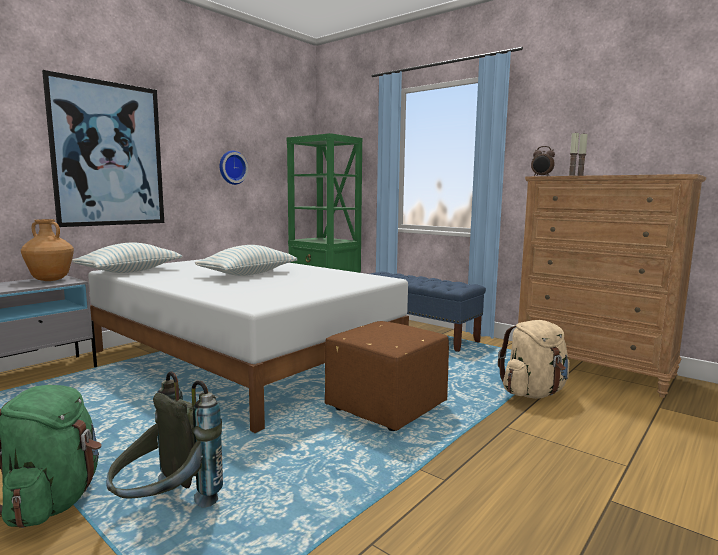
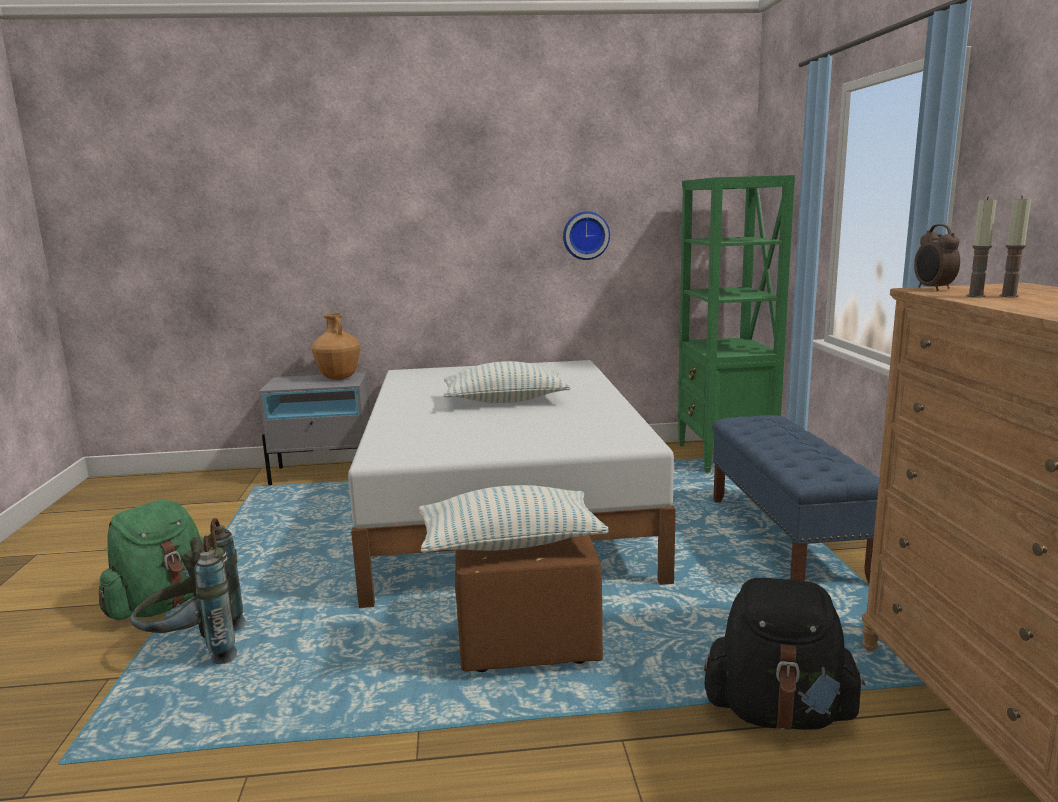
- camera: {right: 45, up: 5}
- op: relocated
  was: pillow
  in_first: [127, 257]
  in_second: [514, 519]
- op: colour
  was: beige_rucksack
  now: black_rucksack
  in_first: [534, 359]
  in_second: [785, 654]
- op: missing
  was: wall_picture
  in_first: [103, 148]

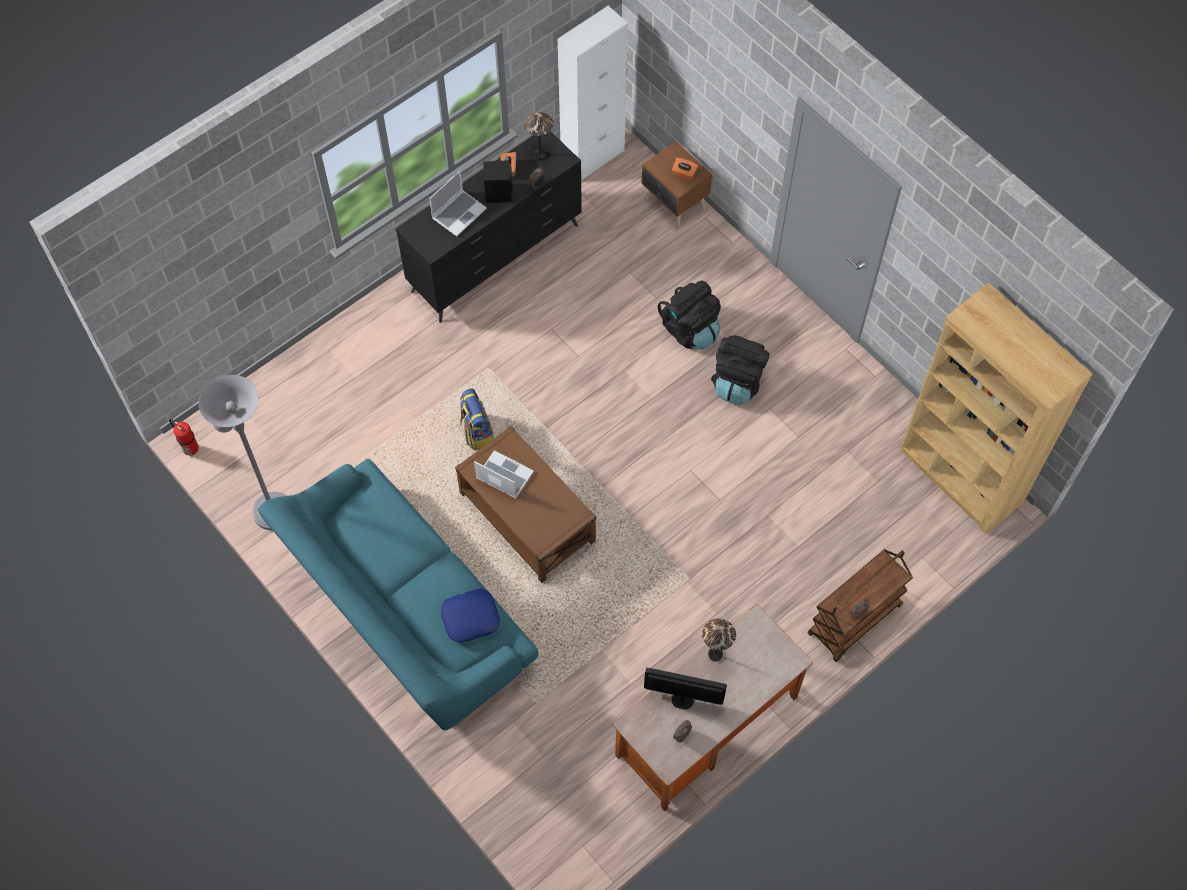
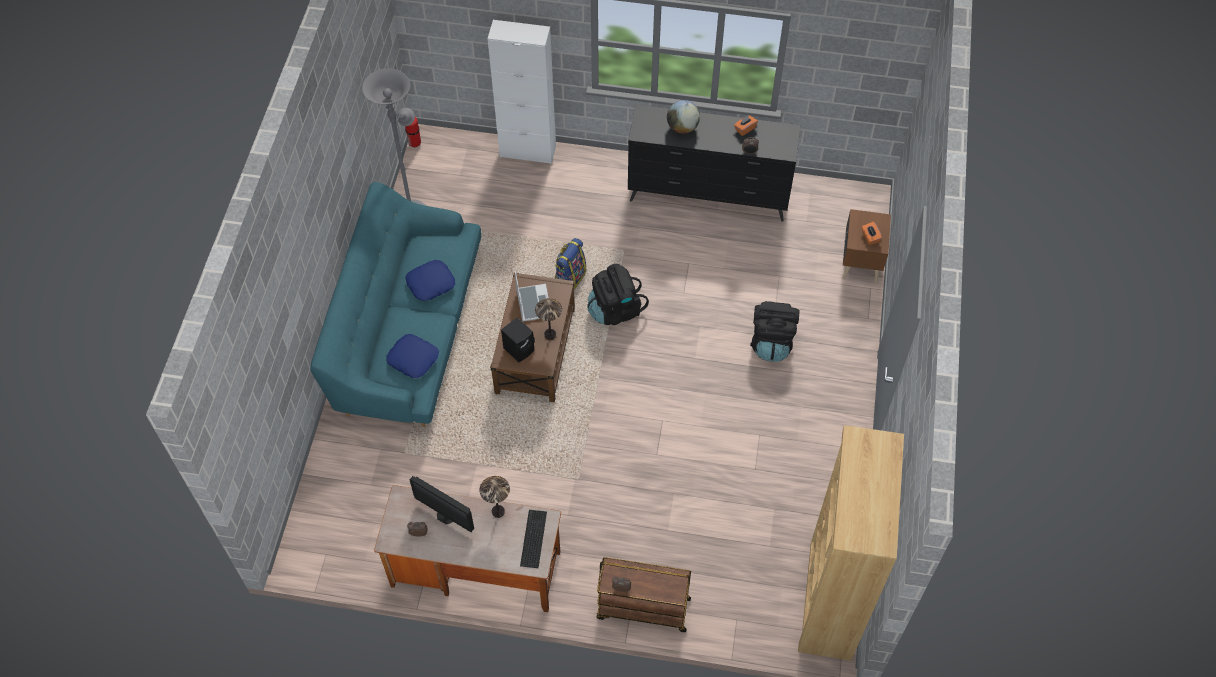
- camera: {right: 50, up: -5}
- op: appeared
  now: blue-coloured_pillow
  in_second: [430, 280]
- op: spun
  was: computer_display
  in_first: [685, 689]
  in_second: [442, 504]
  clockwise: 150
- op: relocated
  was: whitish_cabinet
  in_first: [593, 93]
  in_second: [521, 92]
- op: relocated
  was: black_loudspeaker
  in_first: [498, 181]
  in_second: [518, 340]
- op: appeared
  now: PC_keyboard
  in_second: [533, 539]
- op: relocated
  was: table_lamp
  in_first: [538, 136]
  in_second: [548, 319]
- op: relocated
  was: black_rucksack
  in_first: [740, 369]
  in_second: [618, 294]
- op: exchanged
  was: portable_computer
  now: world_globe
  in_first: [458, 203]
  in_second: [683, 117]

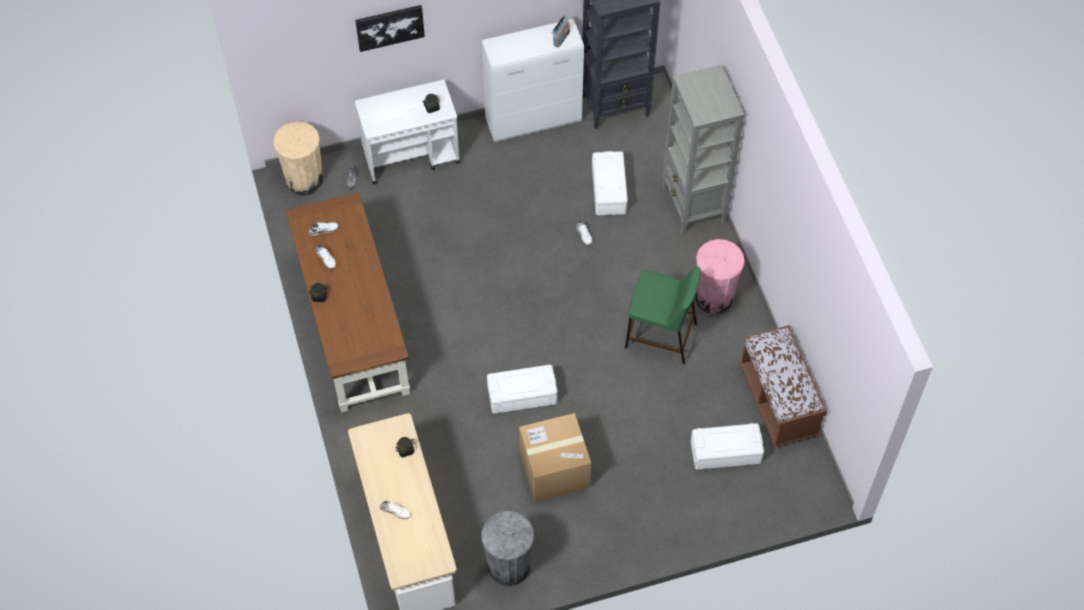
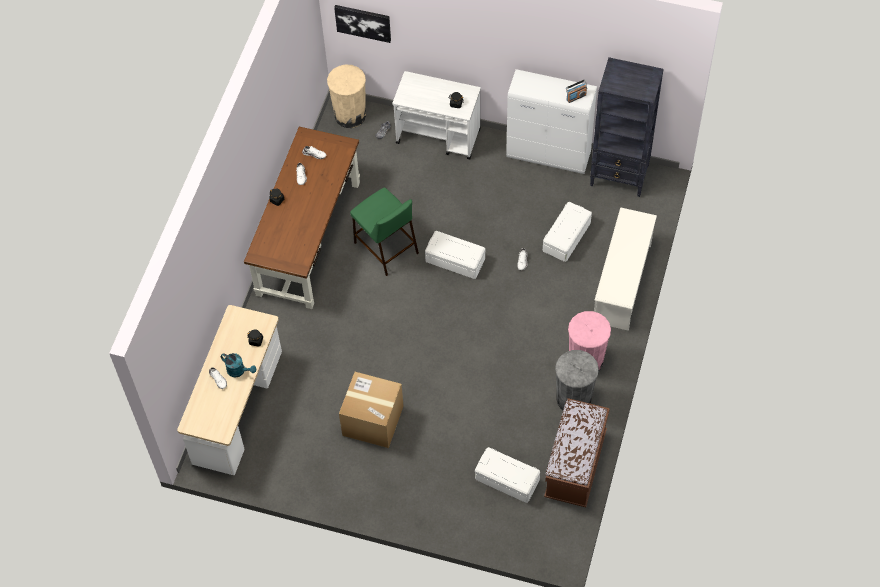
- camera: {right: 35, up: 0}
- op: appeared
  now: turquoise_watering_can
  in_second: [238, 365]
- op: relocated
  was: wall_picture
  in_first: [390, 28]
  in_second: [362, 24]
- op: relocated
  was: greenish_stool
  in_first: [663, 315]
  in_second: [384, 231]
- op: relocated
  was: whitish_storage_container
  in_first: [522, 389]
  in_second: [455, 255]
- op: relocated
  was: greyish_waste_bin
  in_first: [508, 548]
  in_second: [577, 380]
- op: exchanged
  was: greyish_bookcase
  now: whitish_shoe_rack
  in_first: [703, 149]
  in_second: [625, 269]

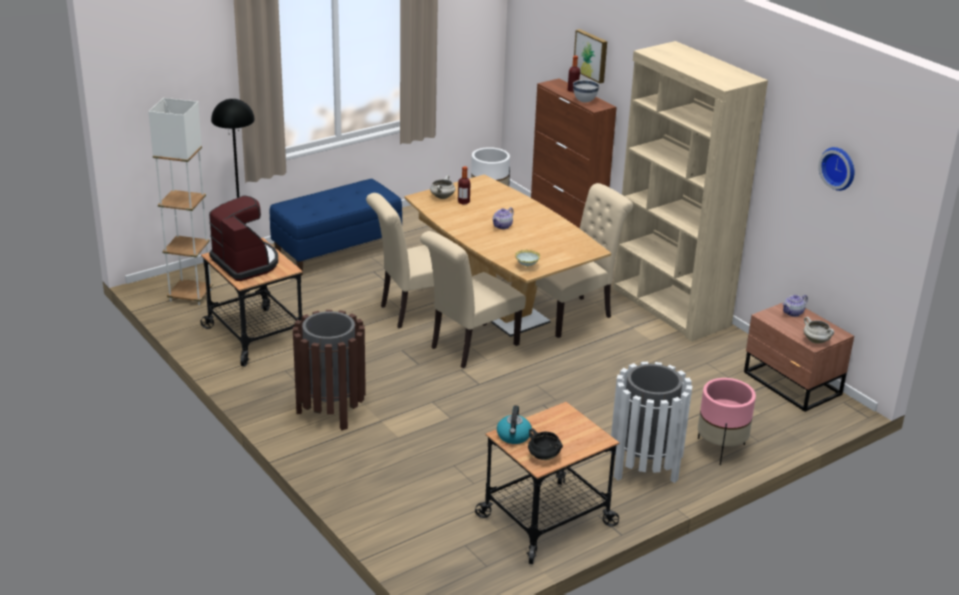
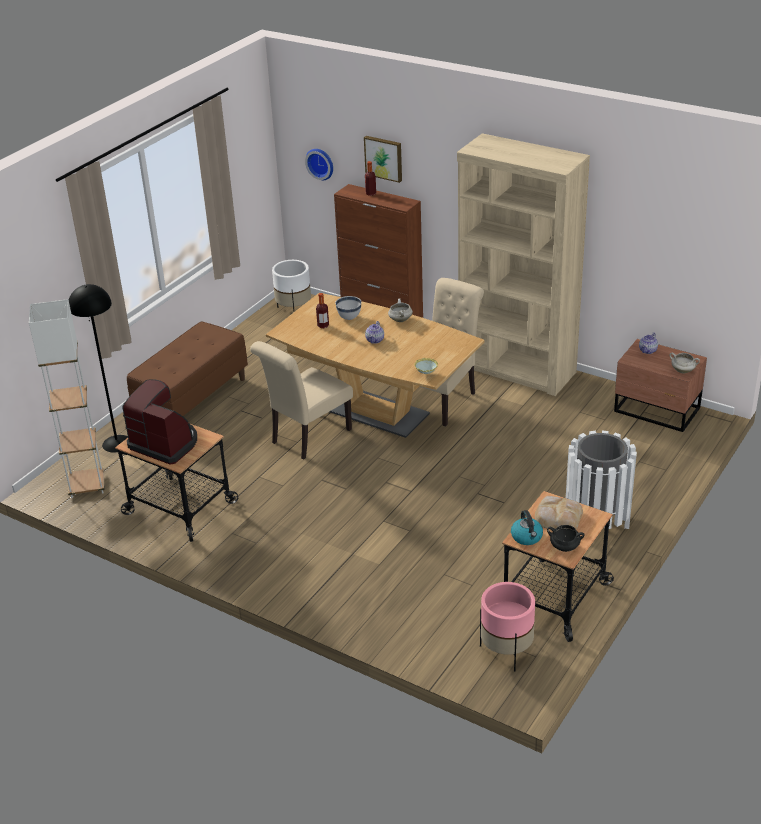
- camera: {right: -20, up: 5}
- op: colour
  was: blue-coloured_bench
  now: brown_bench
  in_first: [335, 227]
  in_second: [187, 368]
- op: relocated
  was: wall_clock
  in_first: [836, 169]
  in_second: [319, 164]
- op: relocated
  was: whitish_serving_bowl
  in_first: [586, 91]
  in_second: [348, 308]
- op: relocated
  was: whitish_saucepot
  in_first: [443, 187]
  in_second: [400, 310]
- op: relocated
  was: pink_plant_pot
  in_first: [727, 421]
  in_second: [507, 627]
- op: appeared
  now: bakery_bread
  in_second: [559, 513]
- op: missing
  was: brown_waste_bin
  in_first: [329, 370]
- op: missing
  was: beige_upright_chair
  in_first: [473, 299]

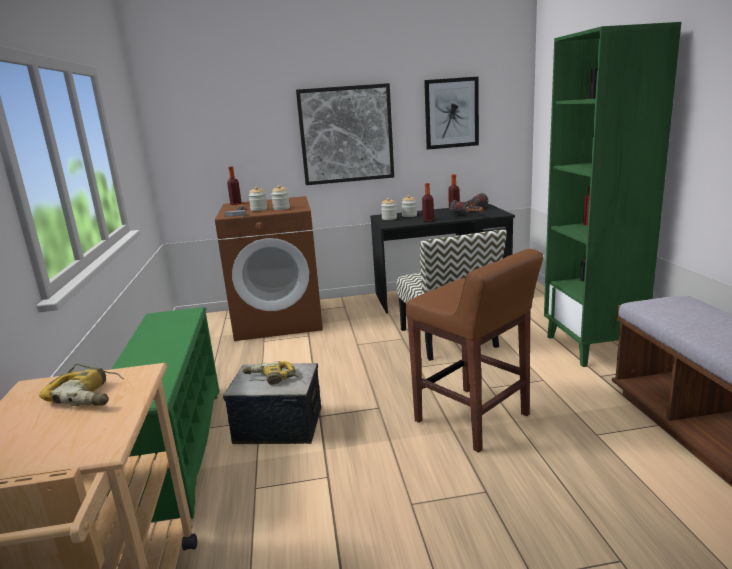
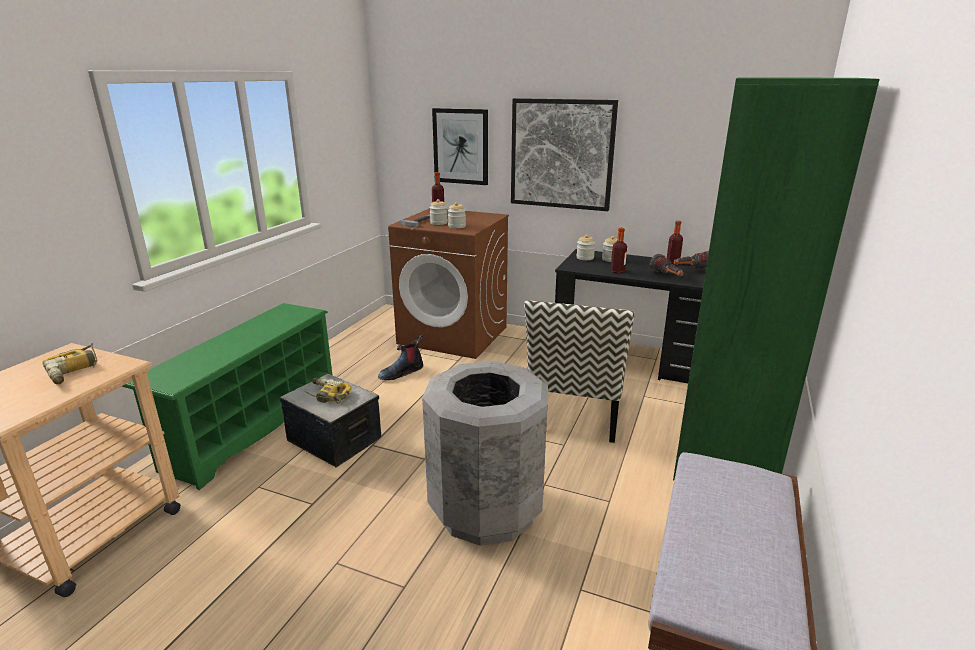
- camera: {right: 30, up: 5}
- op: appeared
  now: boot
  in_second: [400, 357]
- op: exchanged
  was: brown_stool
  now: greyish_waste_bin
  in_first: [474, 350]
  in_second: [485, 453]
- op: relocated
  was: wall_picture
  in_first: [451, 113]
  in_second: [460, 146]

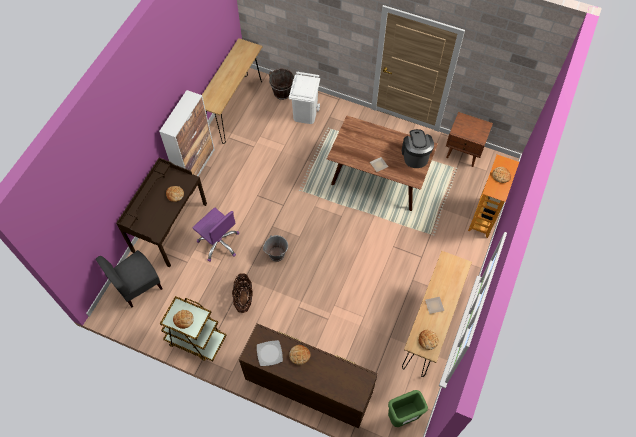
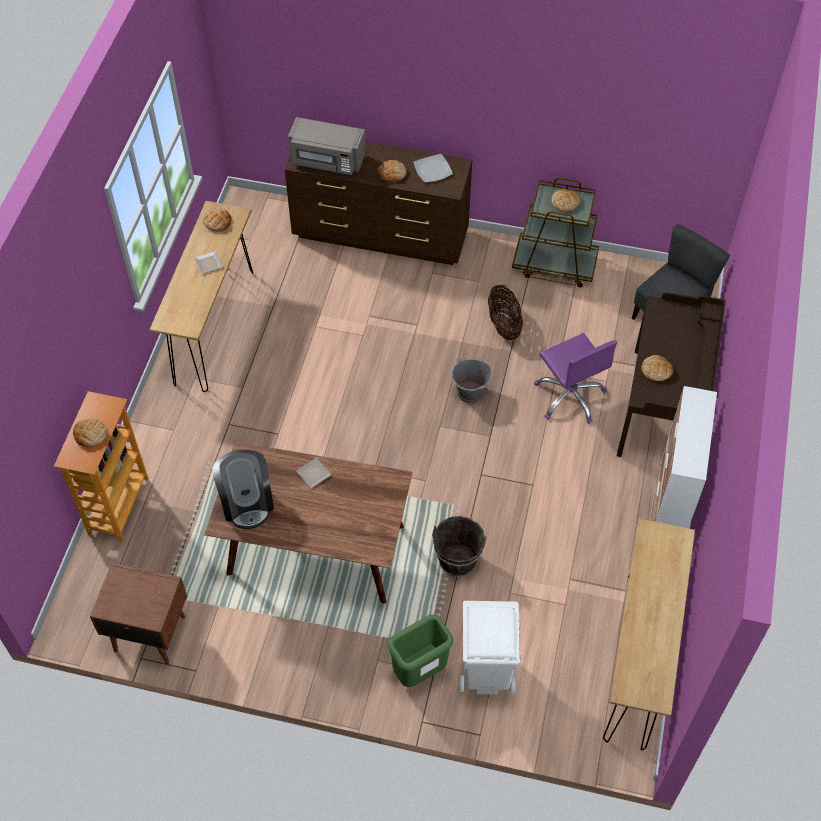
- camera: {right: 170, up: -5}
- op: appeared
  now: greyish_microwave_oven
  in_second: [327, 146]
- op: relocated
  was: greenish_waste_bin
  in_first: [408, 408]
  in_second: [420, 651]
- op: relocated
  was: brown_water_bucket
  in_first: [281, 84]
  in_second: [459, 546]
- op: spun
  was: purple-coloured_computer_chair
  in_first: [216, 234]
  in_second: [575, 378]
  clockwise: -150

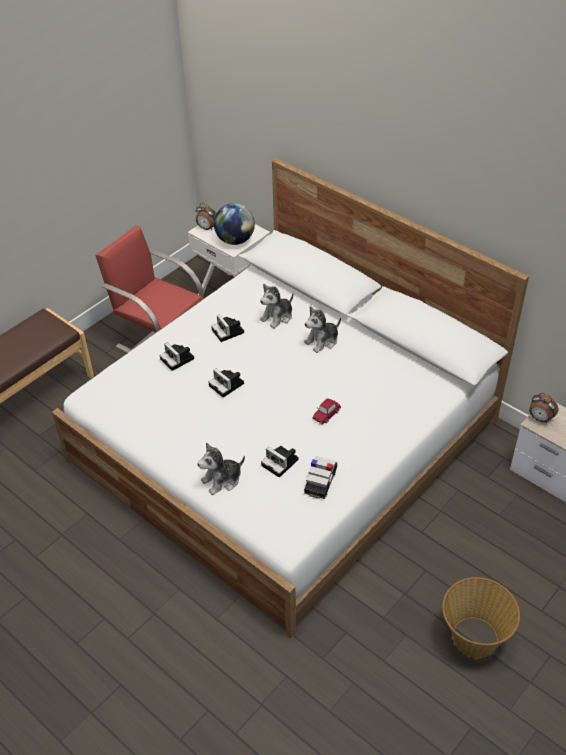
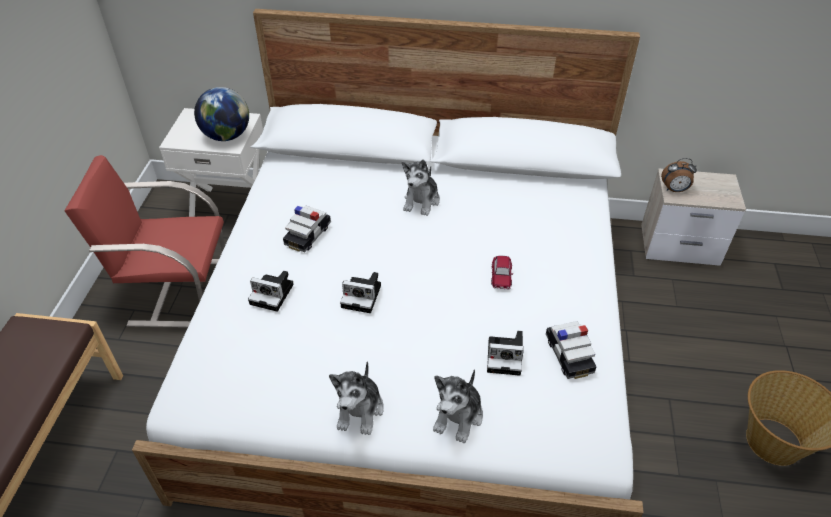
- camera: {right: -35, up: 0}
- op: exchanged
  was: still_camera
  now: miniature_car
  in_first: [227, 328]
  in_second: [307, 228]
- op: relocated
  was: cuddly_toy
  in_first: [276, 306]
  in_second: [356, 398]
- op: missing
  was: table_clock
  in_first: [206, 216]

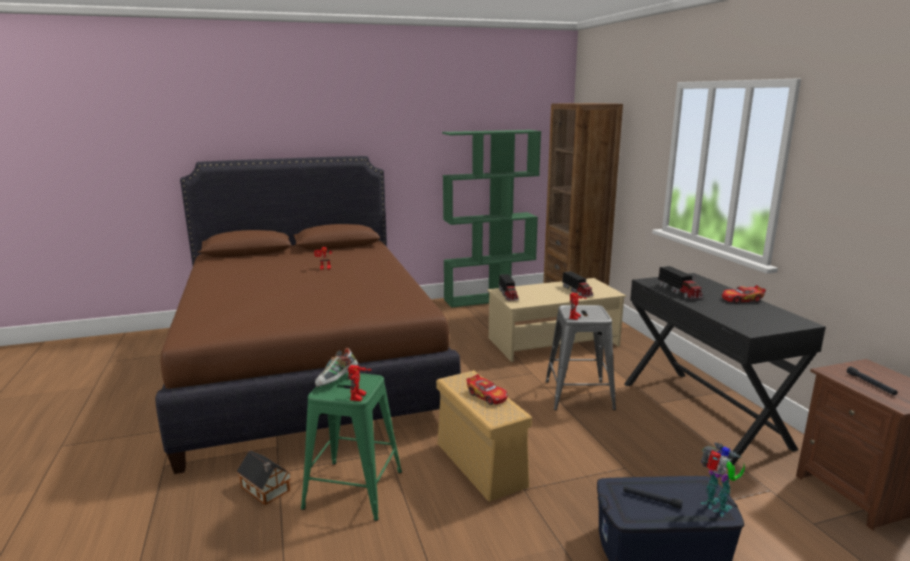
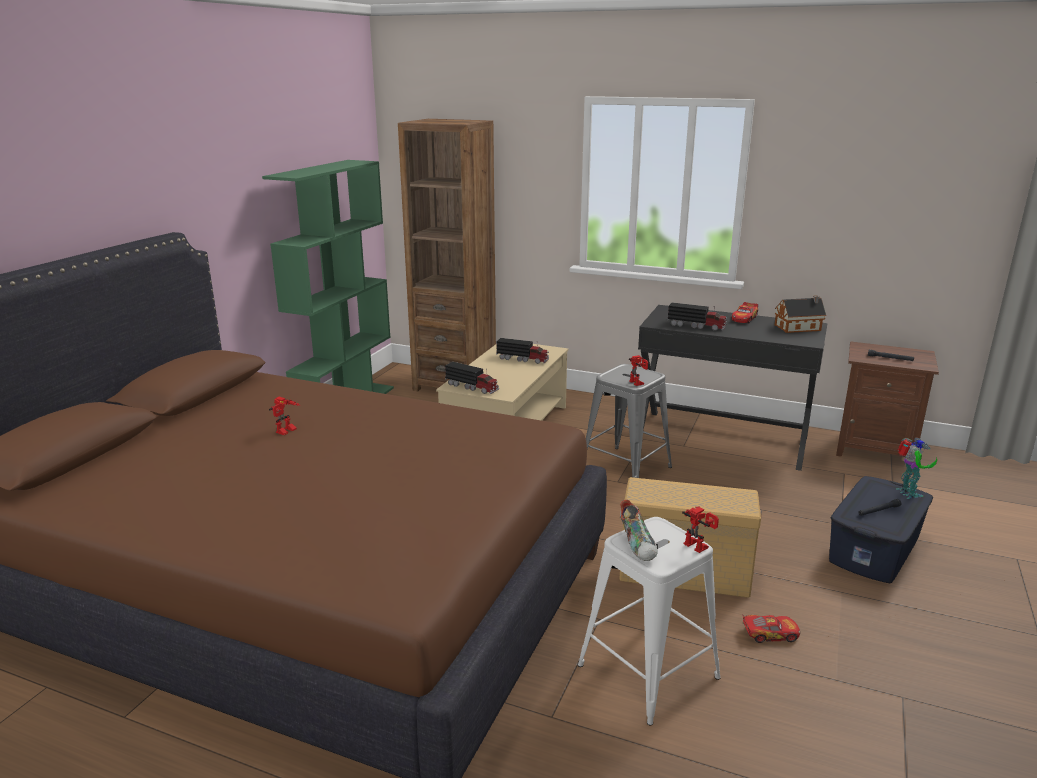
- camera: {right: -50, up: 5}
- op: colour
  was: greenish_stool
  now: whitish_stool
  in_first: [351, 446]
  in_second: [649, 621]
- op: relocated
  was: miniature_car
  in_first: [487, 389]
  in_second: [771, 628]
- op: relocated
  was: model_house
  in_first: [263, 477]
  in_second: [800, 314]
- op: spun
  was: robot_figure
  in_first: [723, 480]
  in_second: [916, 468]
  clockwise: 75

